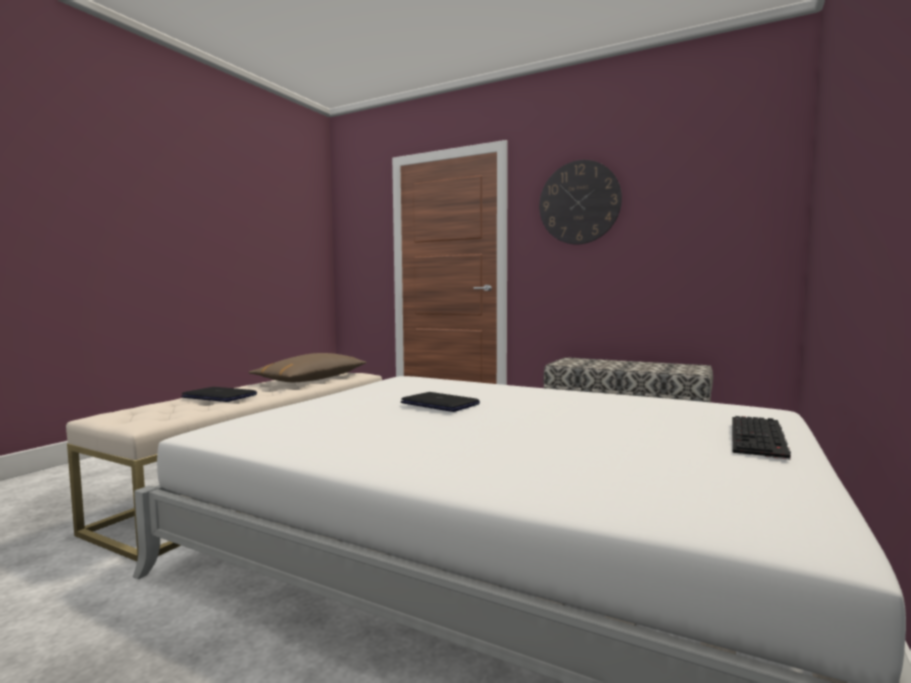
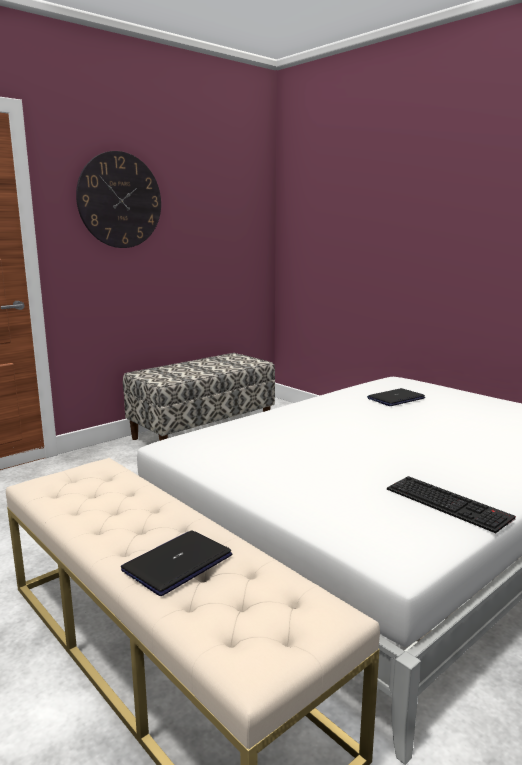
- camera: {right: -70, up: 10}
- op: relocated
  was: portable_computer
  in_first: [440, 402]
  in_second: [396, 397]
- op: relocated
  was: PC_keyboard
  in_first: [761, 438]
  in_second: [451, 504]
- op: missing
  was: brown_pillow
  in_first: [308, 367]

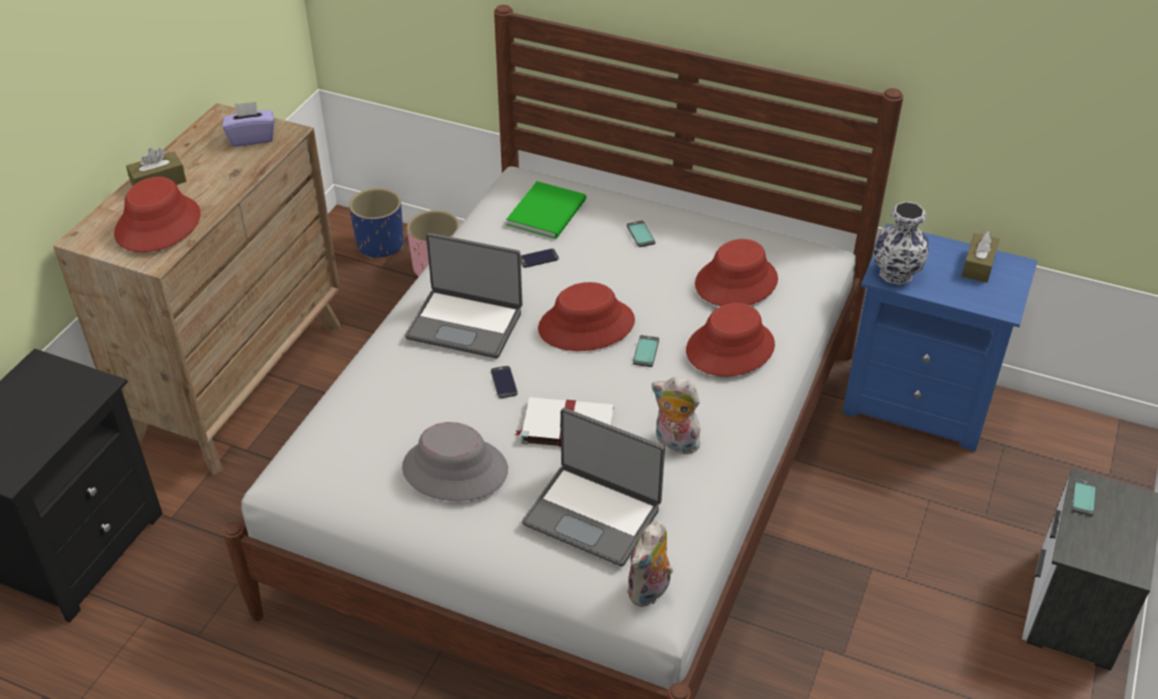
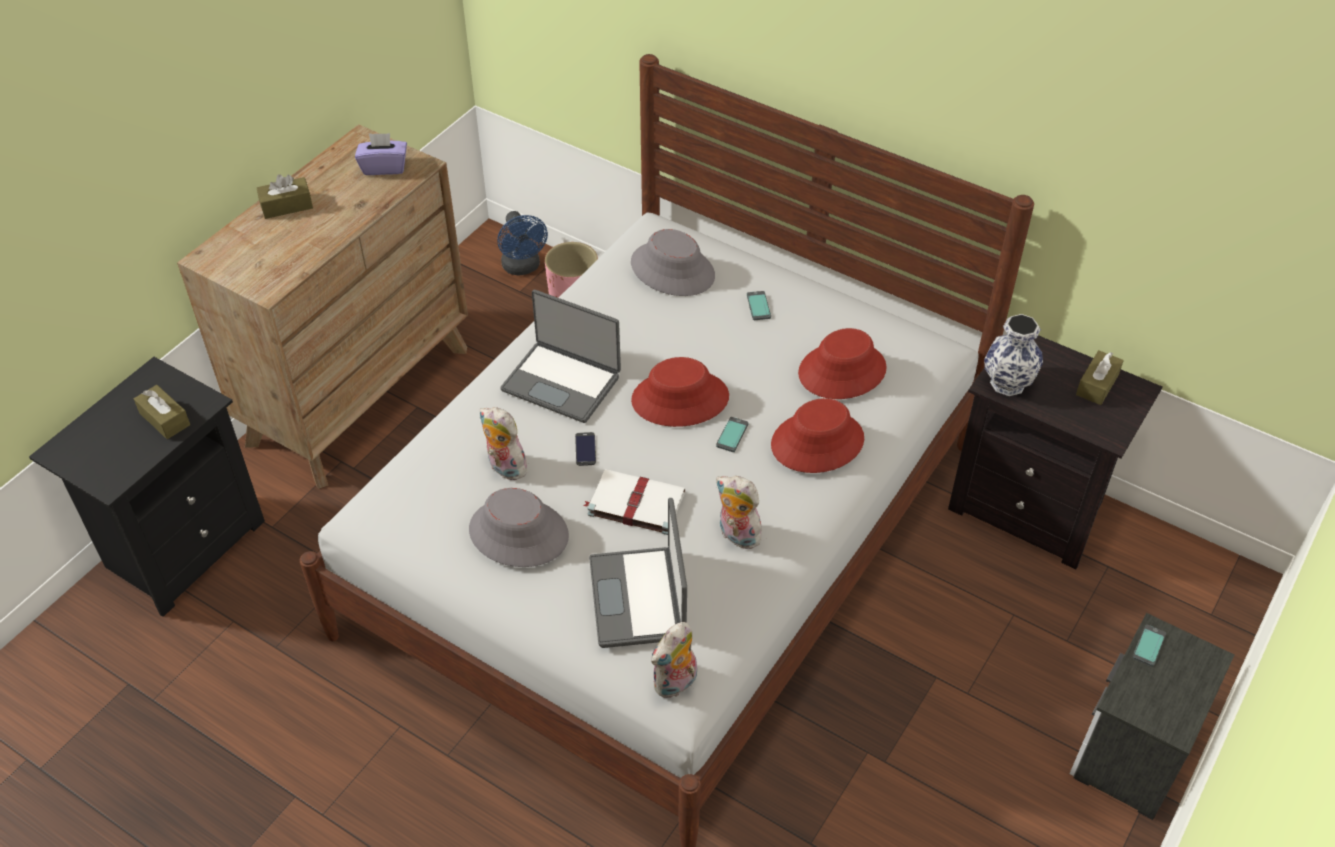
- camera: {right: 10, up: 5}
- op: appeared
  now: brown_tissue_holder
  in_second: [162, 412]
- op: appeared
  now: cuddly_toy
  in_second: [503, 443]
- op: exchanged
  was: blue-coloured_plant_pot
  now: blue-coloured_electric_fan
  in_first: [376, 223]
  in_second: [522, 243]
- op: spun
  was: portable_computer
  in_first: [593, 487]
  in_second: [638, 573]
  clockwise: 45
- op: exchanged
  was: greenish_book
  now: greyish_wearable_hat
  in_first: [546, 210]
  in_second: [673, 262]
- op: colour
  was: blue-coloured_night_table
  now: black_night_table
  in_first: [940, 337]
  in_second: [1055, 452]
- op: missing
  was: reddish_wearable_hat
  in_first: [157, 214]
- op: missing
  was: phone
  in_first: [540, 258]

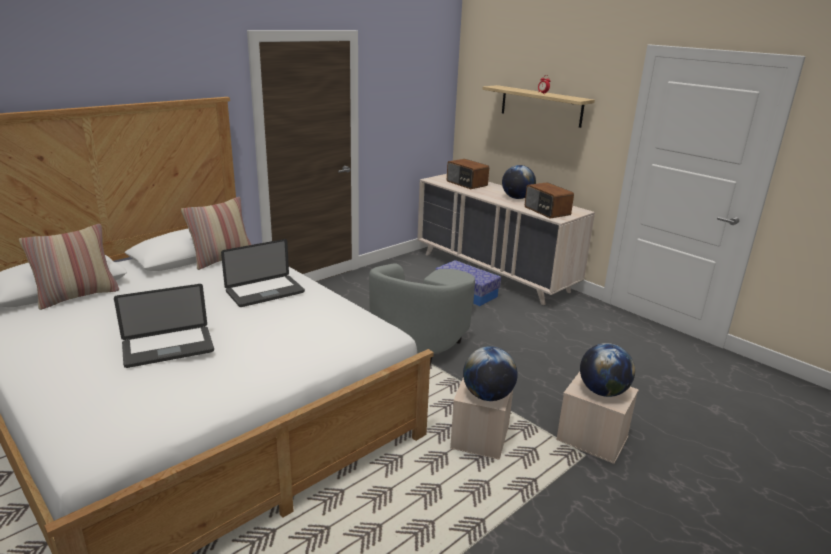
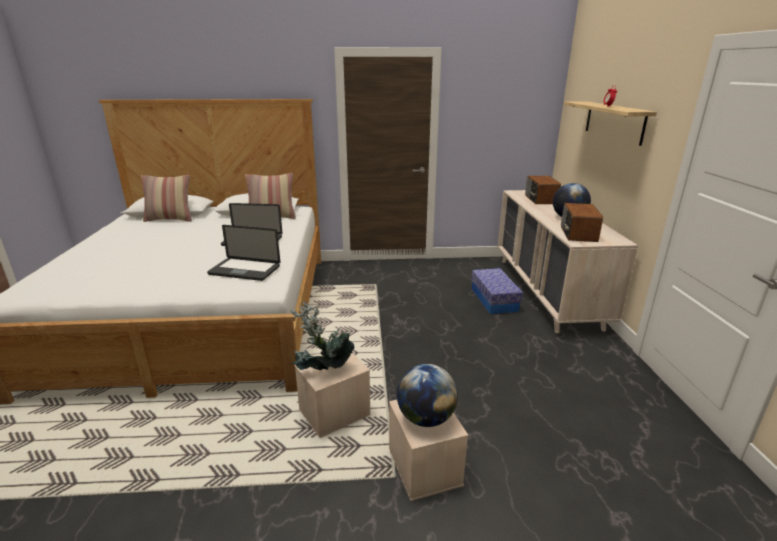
- camera: {right: 40, up: 0}
- op: relocated
  was: portable_computer
  in_first: [164, 326]
  in_second: [243, 253]
- op: exchanged
  was: world_globe
  now: potted_plant
  in_first: [490, 373]
  in_second: [322, 335]
- op: missing
  was: greyish_easy_chair
  in_first: [422, 314]

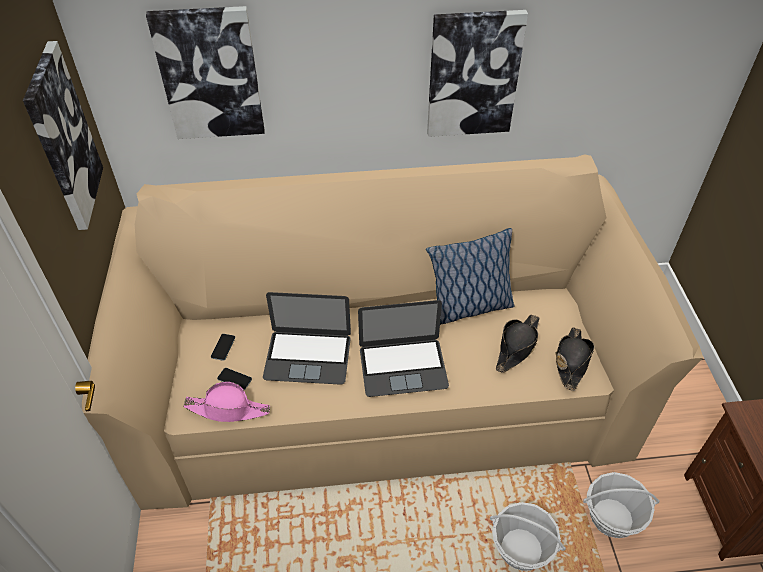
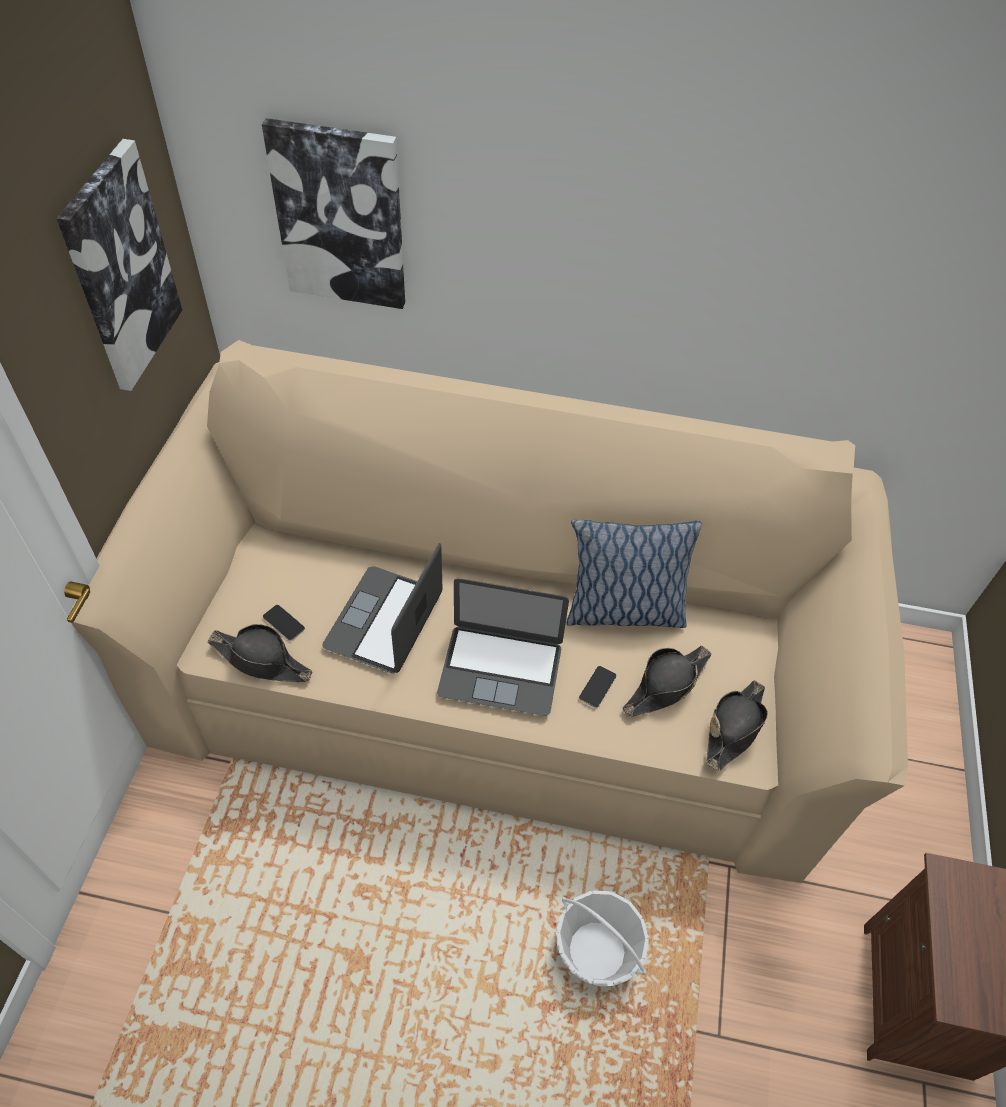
- camera: {right: 15, up: 5}
- op: colour
  was: pink_wearable_hat
  now: black_wearable_hat
  in_first: [226, 402]
  in_second: [259, 653]
- op: spun
  was: portable_computer
  in_first: [307, 338]
  in_second: [382, 608]
  clockwise: 90
- op: relocated
  was: phone
  in_first: [223, 347]
  in_second: [597, 687]
- op: missing
  was: wall_picture
  in_first: [477, 73]
- op: missing
  was: household_basket
  in_first: [621, 505]

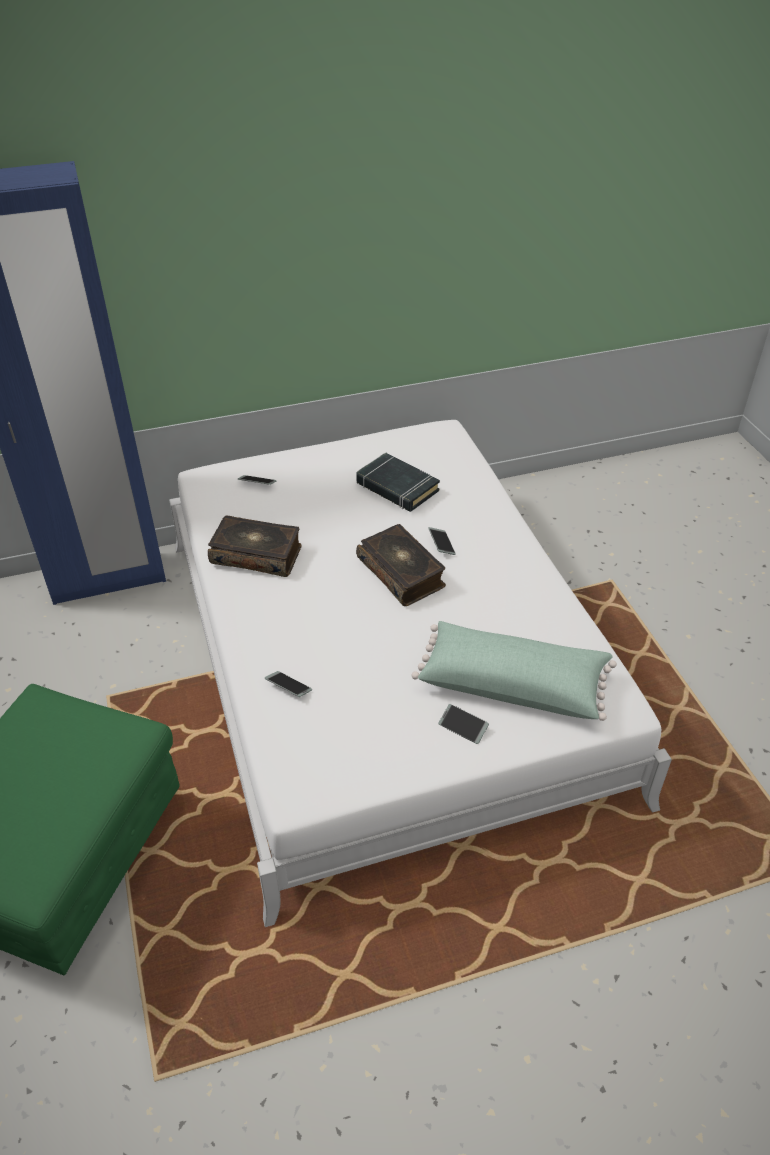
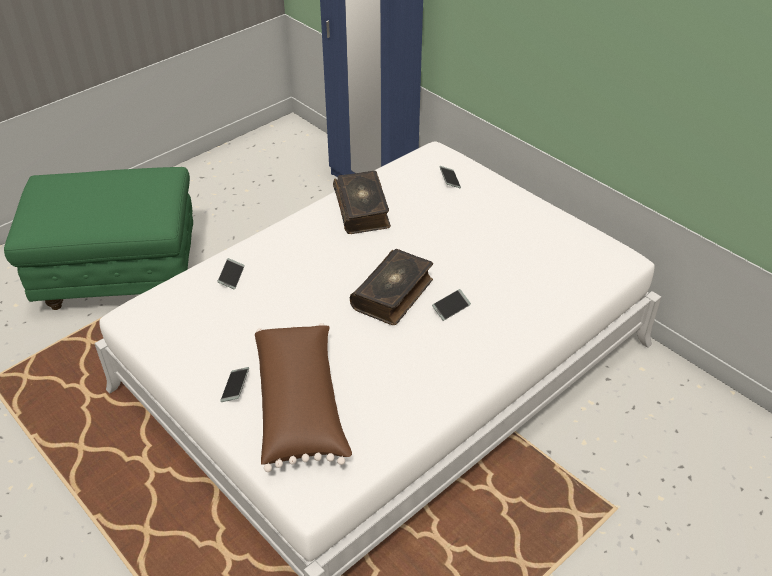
- camera: {right: 65, up: 0}
- op: colour
  was: greenish_pillow
  now: brown_pillow
  in_first: [514, 671]
  in_second: [303, 397]
- op: missing
  was: black_book
  in_first: [398, 482]

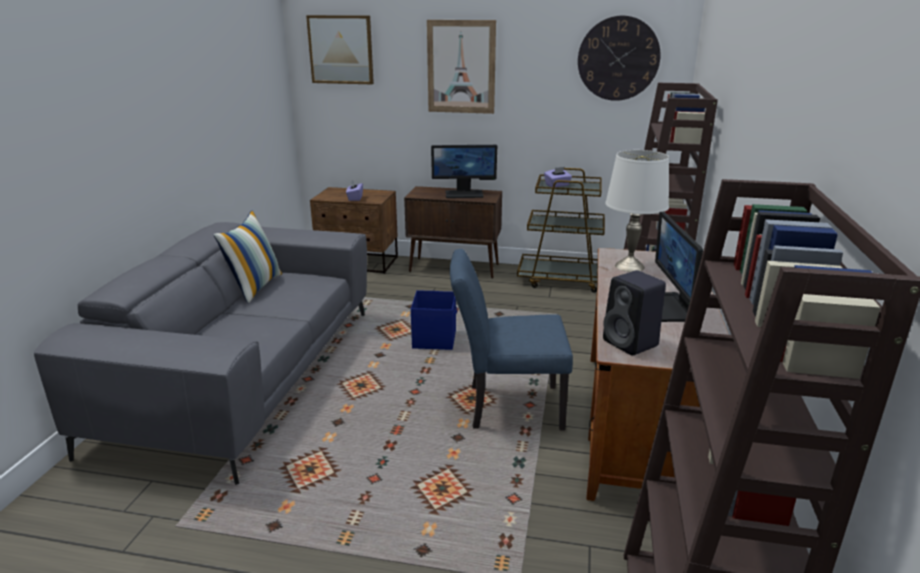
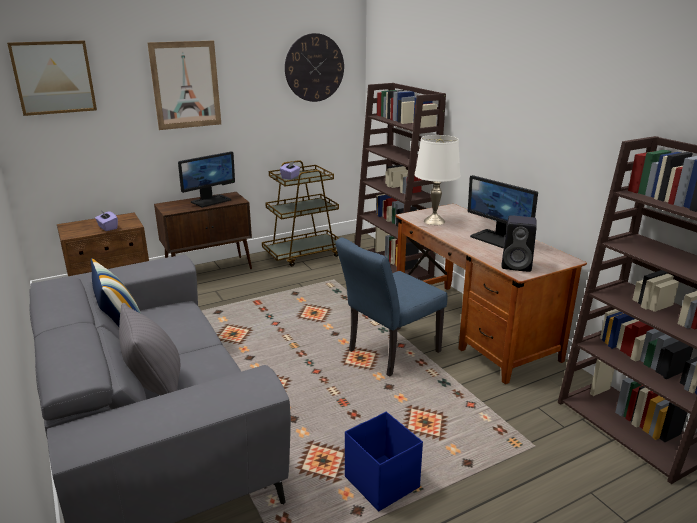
- camera: {right: -40, up: 0}
- op: appeared
  now: greyish_pillow
  in_second: [149, 349]
- op: relocated
  was: blue-coloured_storage_container
  in_first: [434, 320]
  in_second: [384, 461]

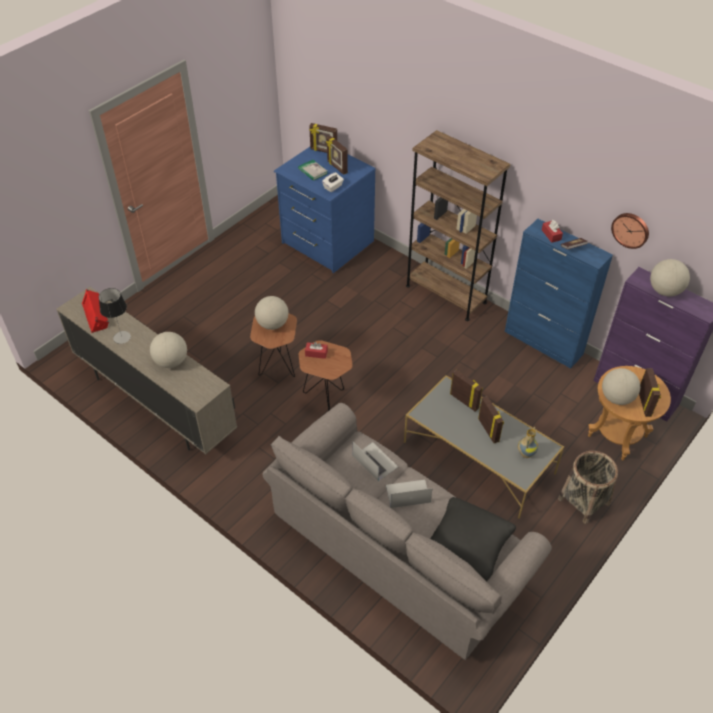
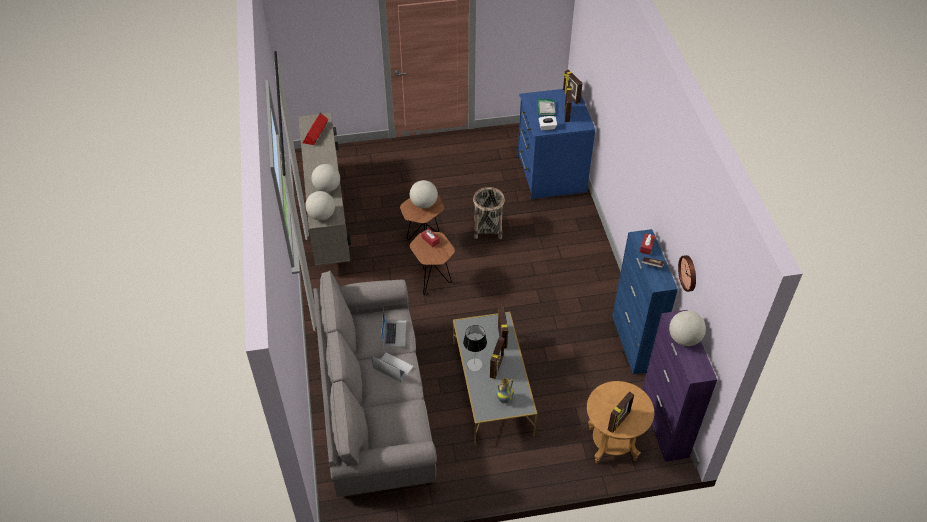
- camera: {right: 40, up: 0}
- op: relocated
  was: world_globe
  in_first: [621, 386]
  in_second: [320, 205]
- op: relocated
  was: table_lamp
  in_first: [115, 316]
  in_second: [475, 348]
- op: relocated
  was: household_basket
  in_first: [588, 487]
  in_second: [489, 213]
- op: missing
  was: brown_bookcase
  in_first: [458, 225]
- op: missing
  was: black_pillow
  in_first: [473, 539]

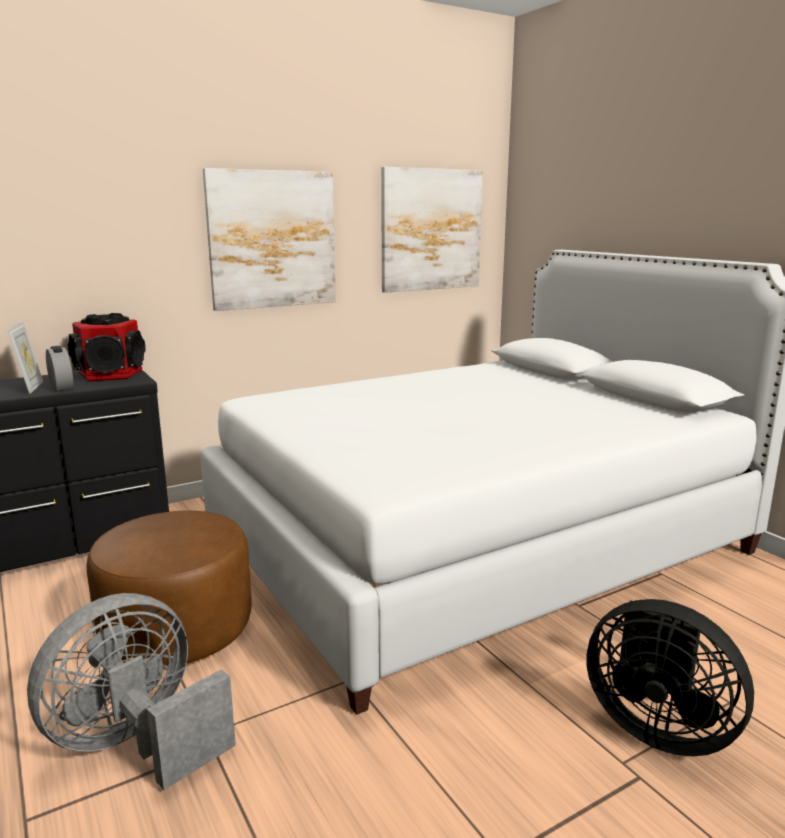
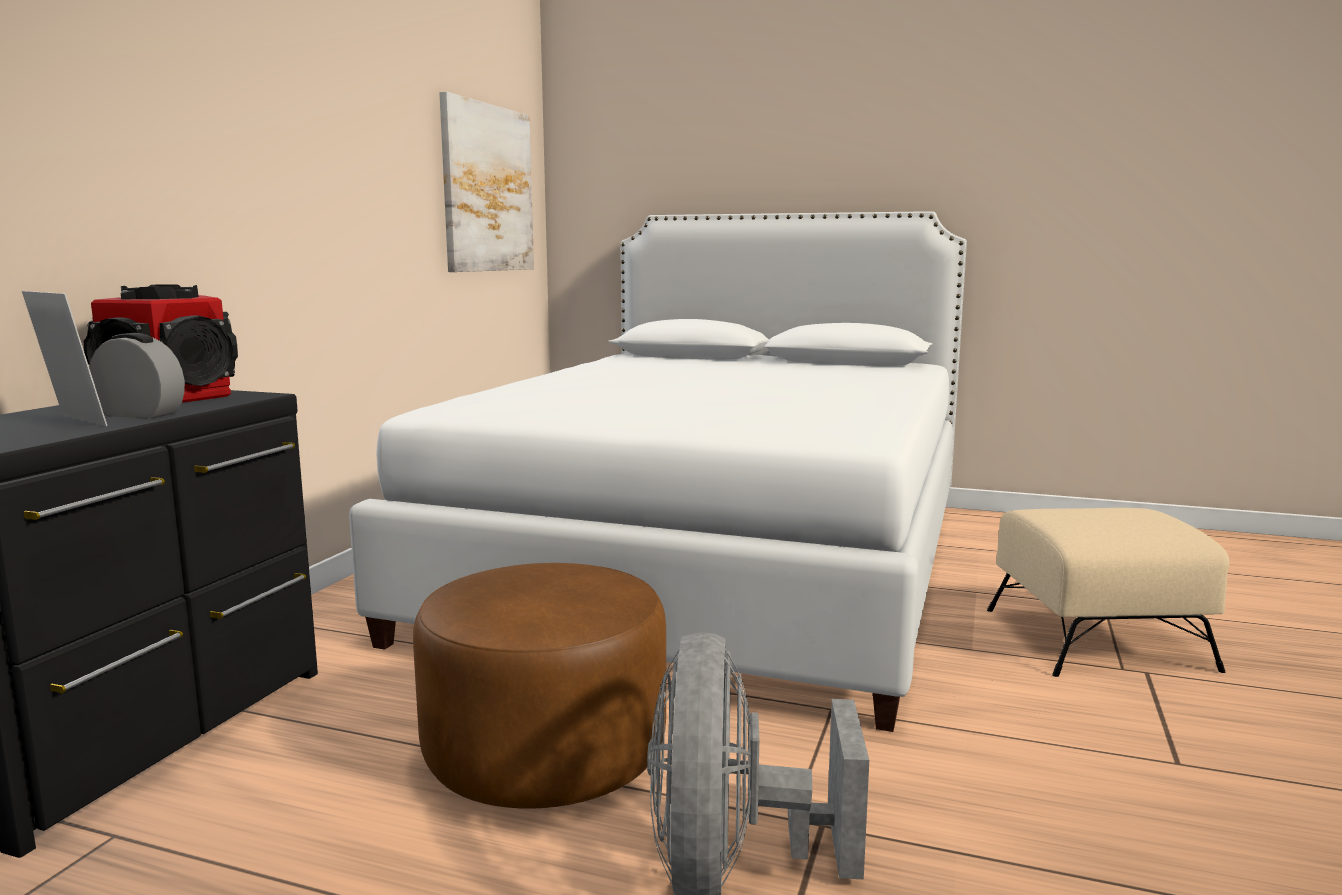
- camera: {right: -40, up: -5}
- op: exchanged
  was: black_electric_fan
  now: beige_ottoman
  in_first: [670, 677]
  in_second: [1108, 592]
- op: missing
  was: wall_picture
  in_first: [269, 239]

